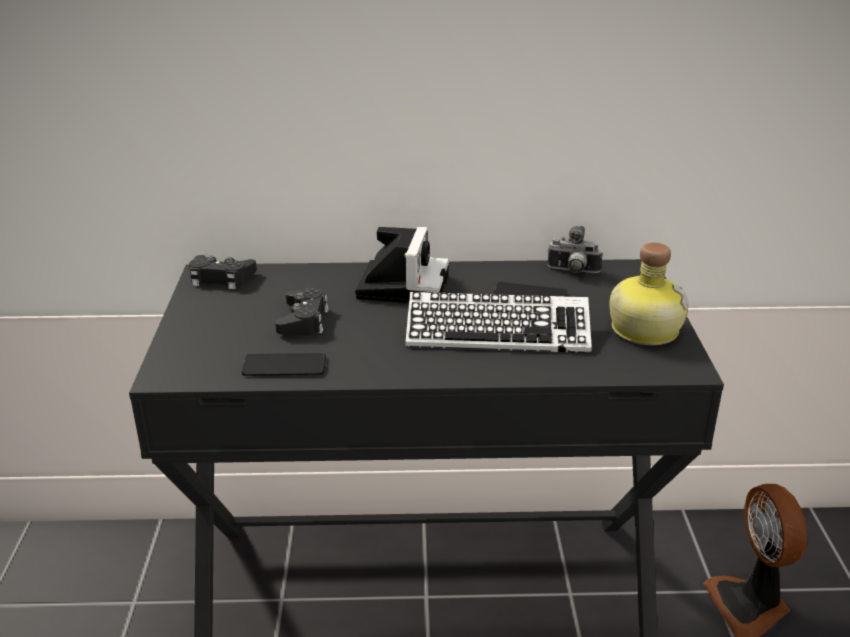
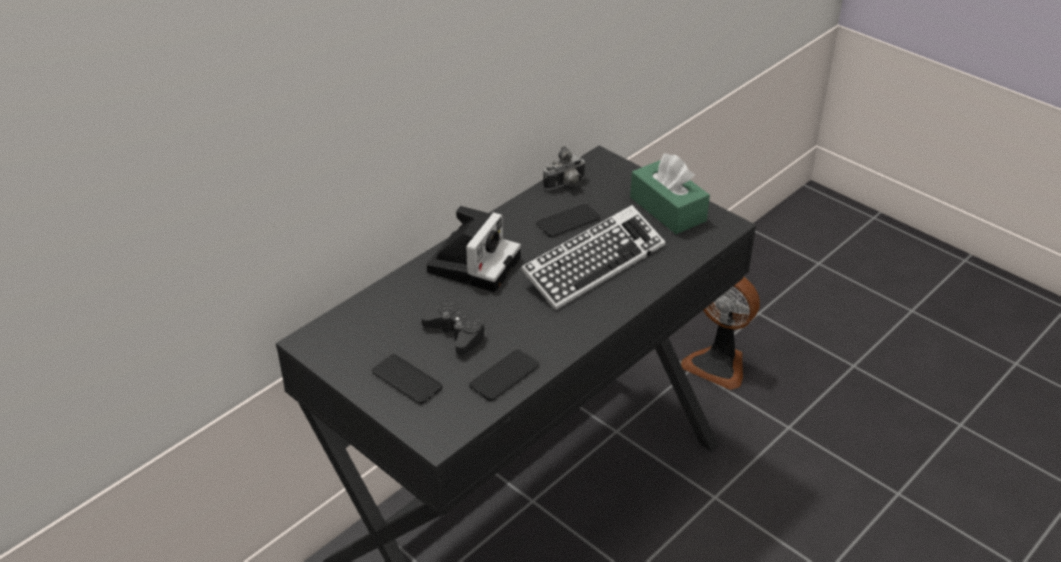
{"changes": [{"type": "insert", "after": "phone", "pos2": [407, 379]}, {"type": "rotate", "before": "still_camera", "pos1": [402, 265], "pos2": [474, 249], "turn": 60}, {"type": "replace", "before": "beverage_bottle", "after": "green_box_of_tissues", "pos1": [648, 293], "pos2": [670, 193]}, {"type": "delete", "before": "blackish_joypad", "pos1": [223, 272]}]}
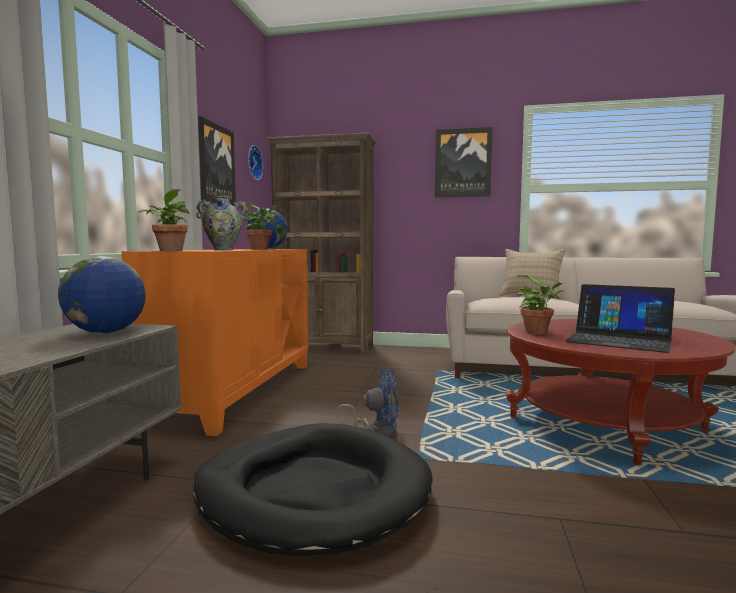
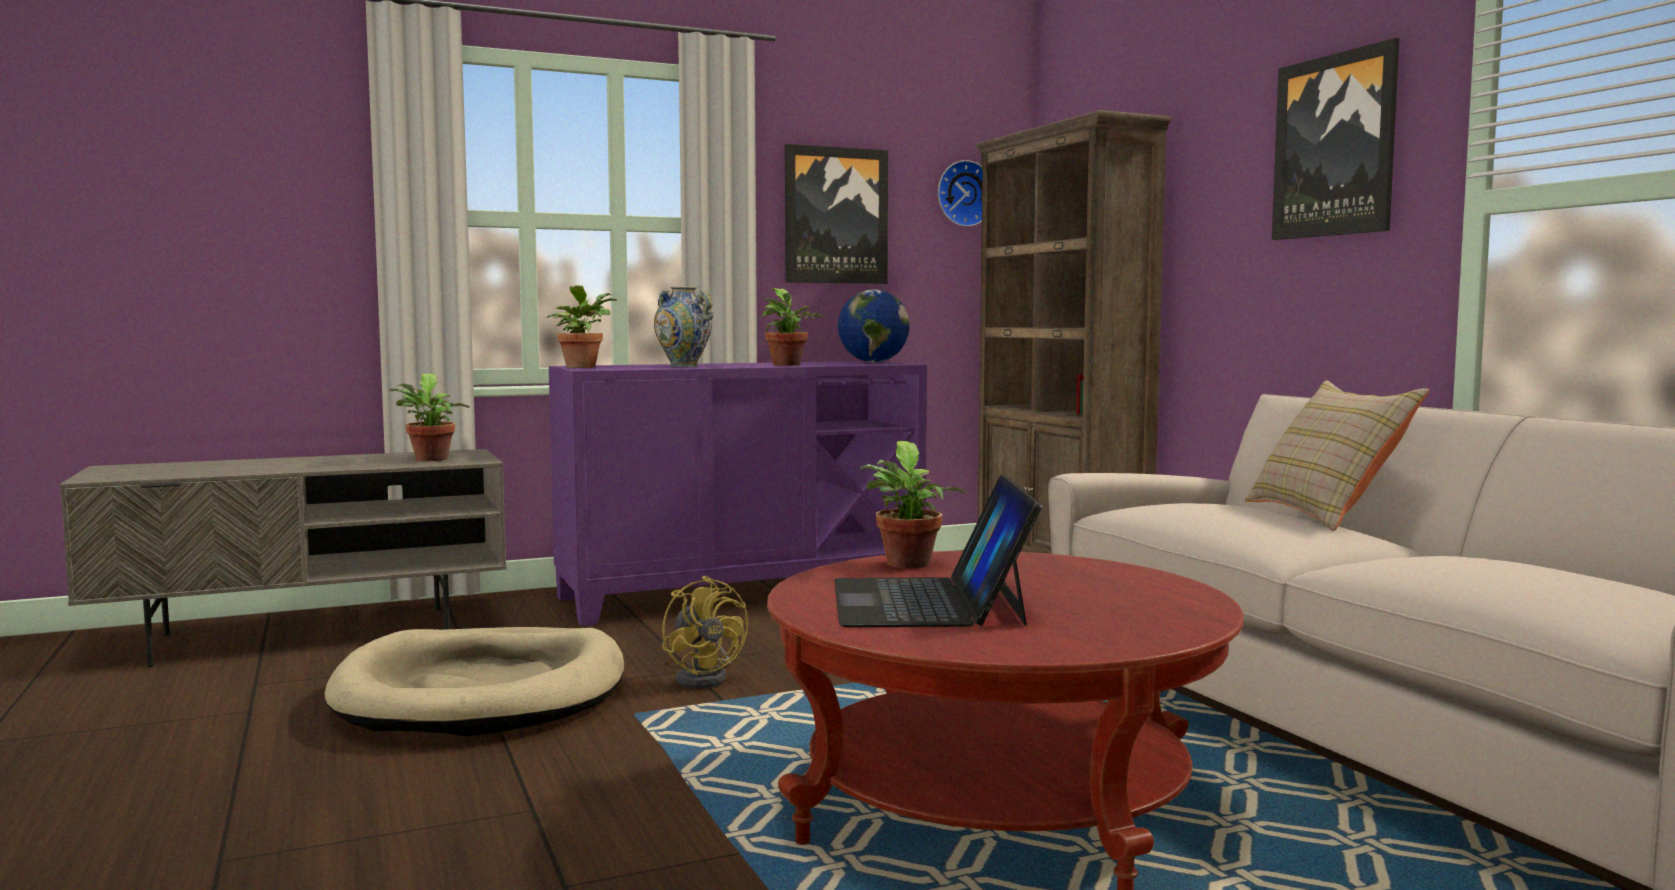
{"changes": [{"type": "recolor", "before": "blackish_pet_bed", "after": "beige_pet_bed", "pos1": [312, 489], "pos2": [474, 682]}, {"type": "replace", "before": "globe", "after": "potted_plant", "pos1": [102, 294], "pos2": [429, 417]}, {"type": "recolor", "before": "orange_cabinet", "after": "purple-coloured_cabinet", "pos1": [214, 342], "pos2": [738, 493]}, {"type": "recolor", "before": "blue_fan", "after": "yellow-coloured_fan", "pos1": [367, 403], "pos2": [705, 632]}]}
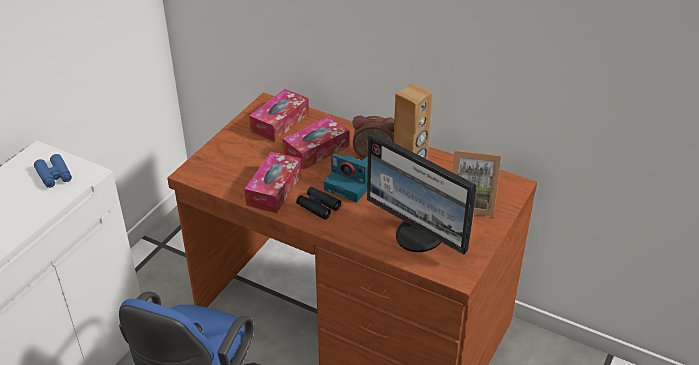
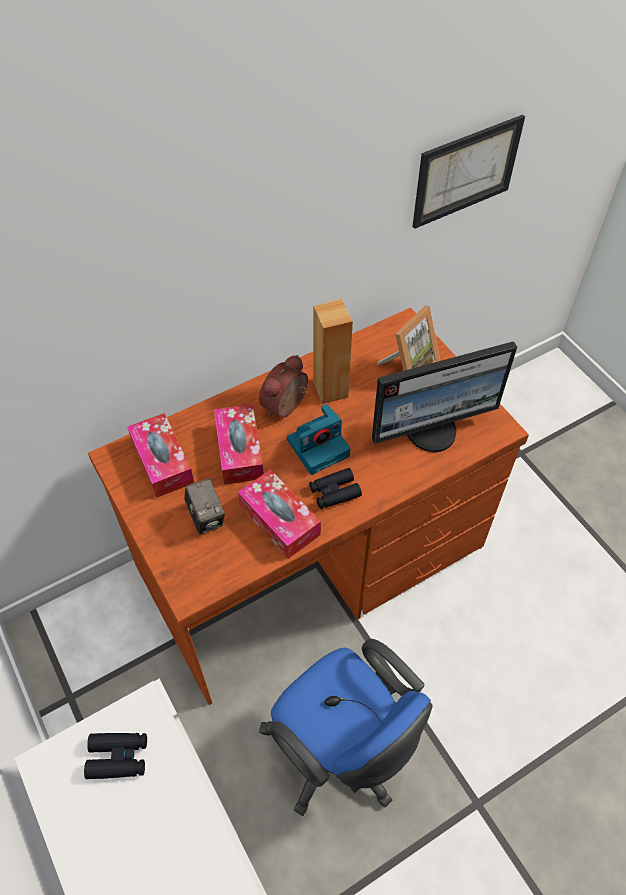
{"changes": [{"type": "recolor", "before": "blue_binoculars", "after": "blackish_binoculars", "pos1": [53, 171], "pos2": [115, 756]}, {"type": "insert", "after": "still_camera", "pos2": [204, 506]}, {"type": "insert", "after": "wall_art", "pos2": [468, 172]}]}
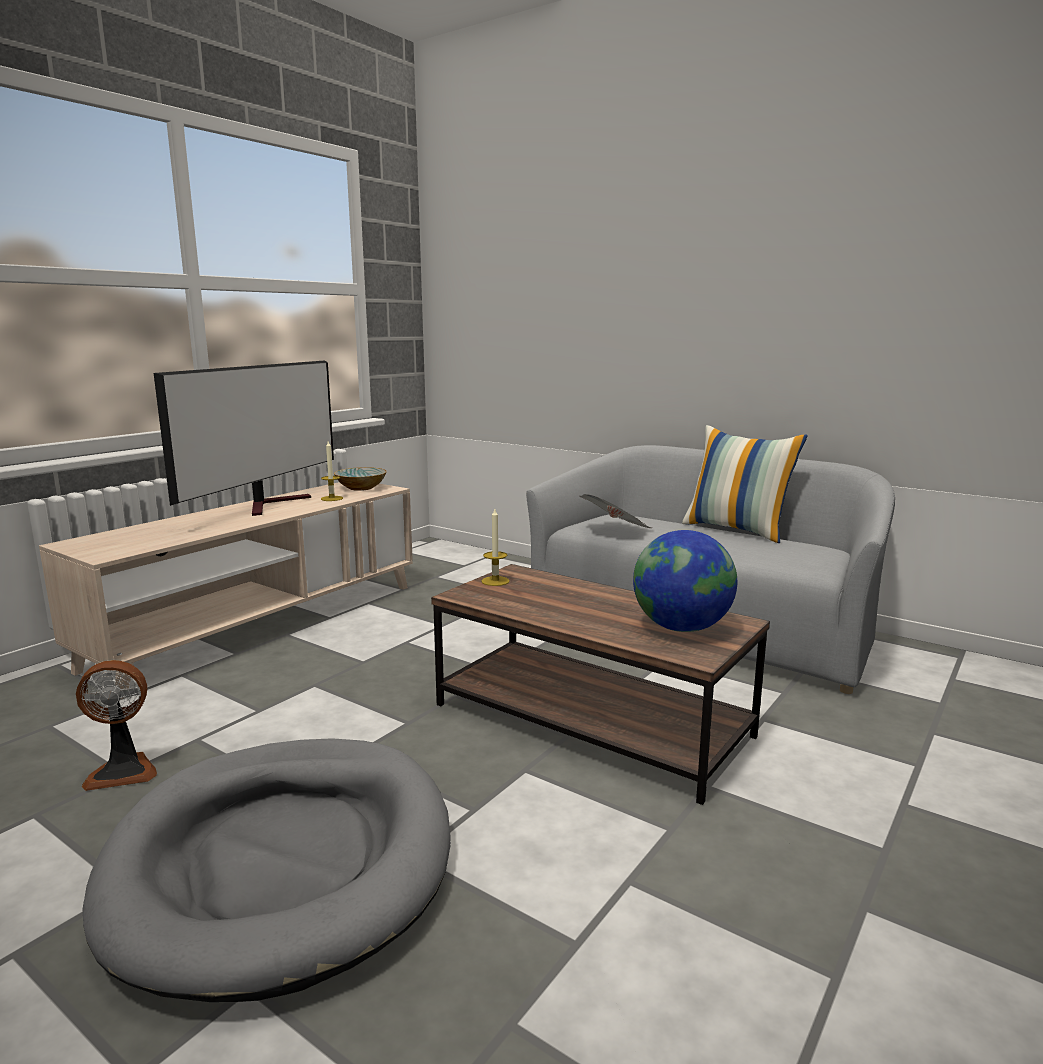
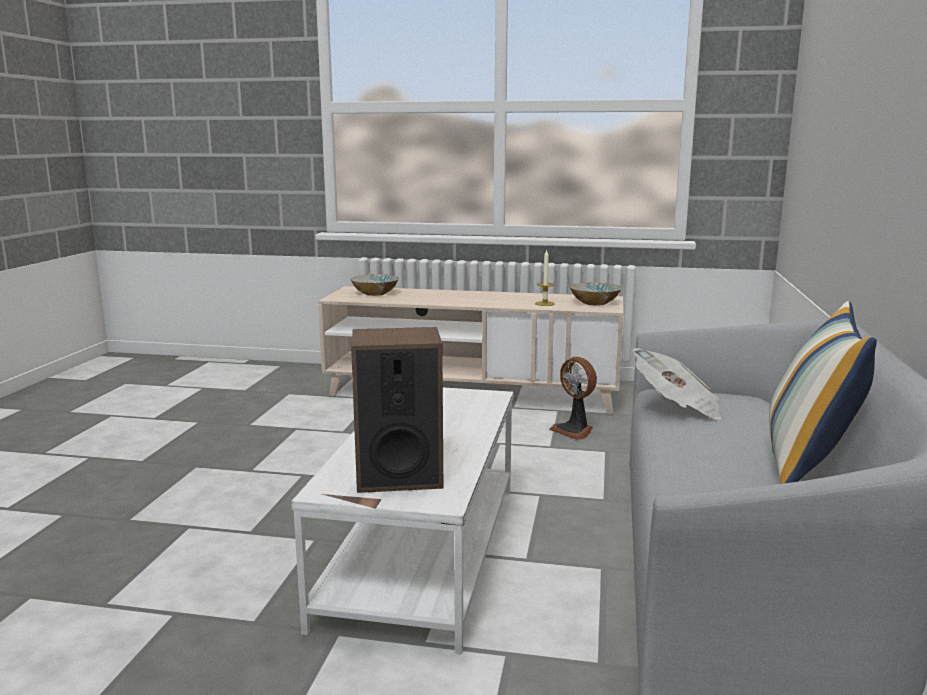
{"changes": [{"type": "recolor", "before": "brownish_low_table", "after": "whitish_low_table", "pos1": [600, 684], "pos2": [402, 520]}, {"type": "insert", "after": "bowl", "pos2": [374, 285]}, {"type": "replace", "before": "globe", "after": "speaker", "pos1": [685, 581], "pos2": [397, 410]}, {"type": "move", "before": "fan", "pos1": [116, 725], "pos2": [573, 398]}, {"type": "delete", "before": "greyish_pet_bed", "pos1": [267, 870]}, {"type": "delete", "before": "TV", "pos1": [244, 438]}, {"type": "delete", "before": "wax_light", "pos1": [495, 547]}]}
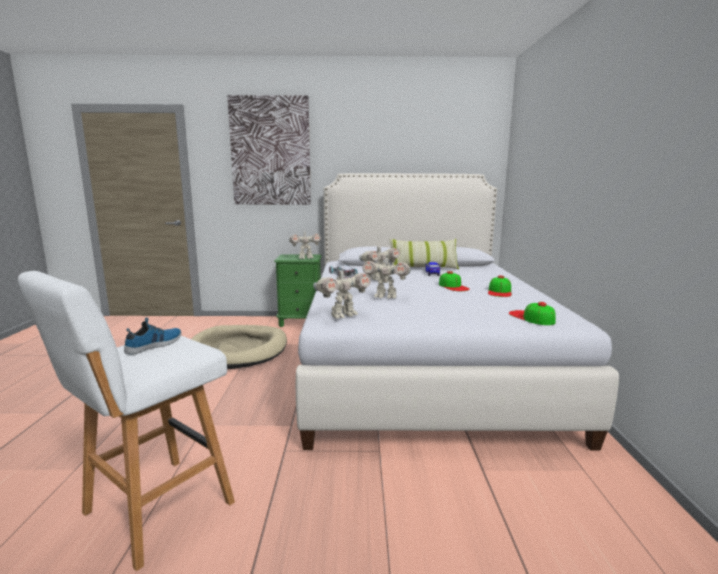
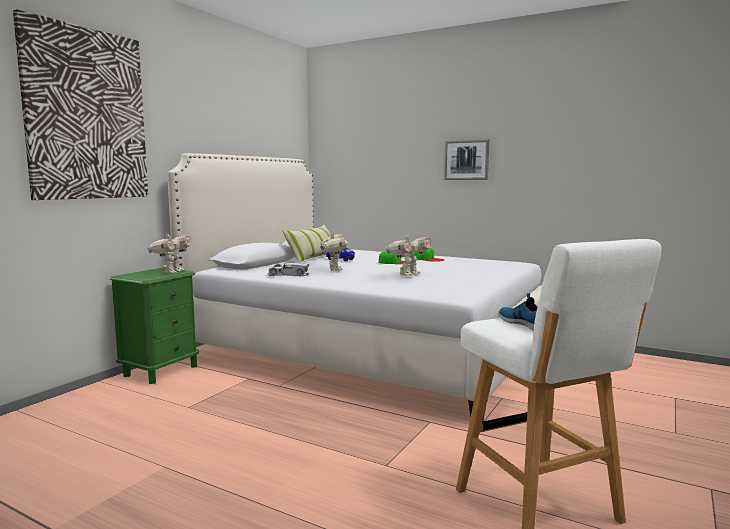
{"changes": [{"type": "insert", "after": "wall_art", "pos2": [467, 159]}, {"type": "delete", "before": "beige_pet_bed", "pos1": [239, 347]}, {"type": "delete", "before": "toy_robot", "pos1": [342, 293]}, {"type": "delete", "before": "peaked_cap", "pos1": [532, 313]}]}
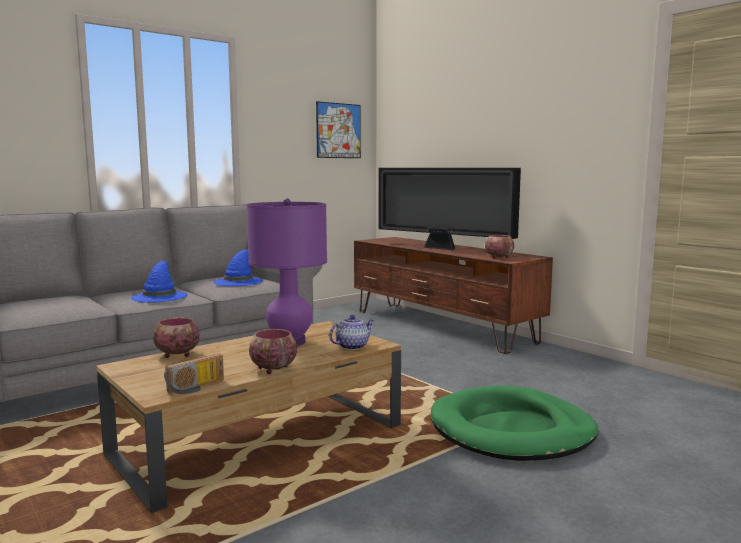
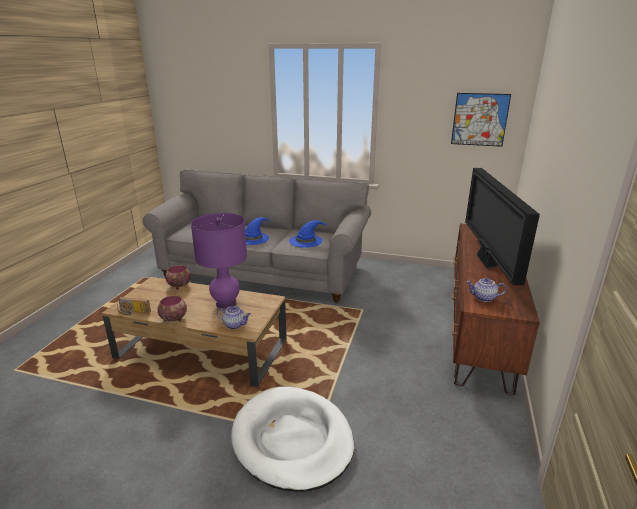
{"changes": [{"type": "recolor", "before": "green_pet_bed", "after": "whitish_pet_bed", "pos1": [514, 423], "pos2": [292, 439]}, {"type": "replace", "before": "bowl", "after": "tea_pot", "pos1": [499, 247], "pos2": [486, 290]}]}
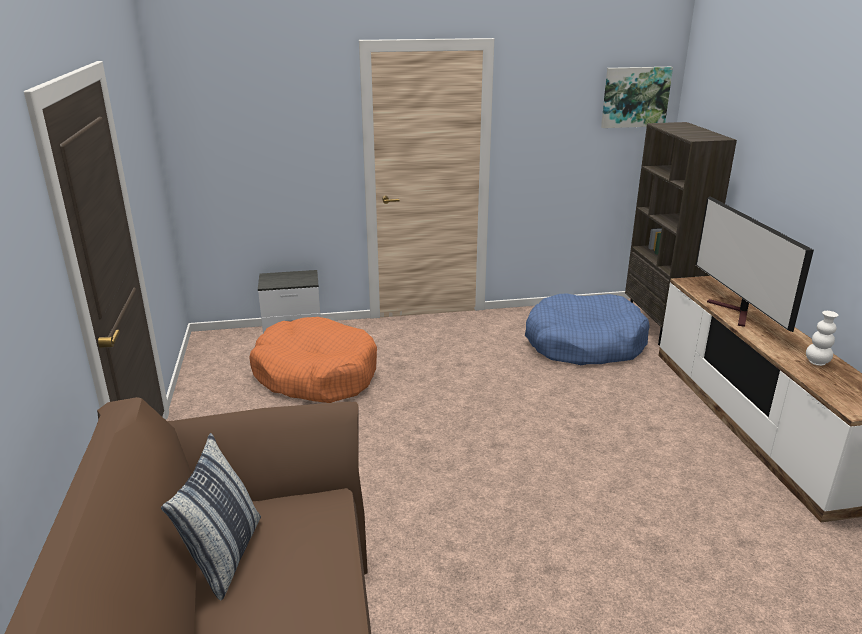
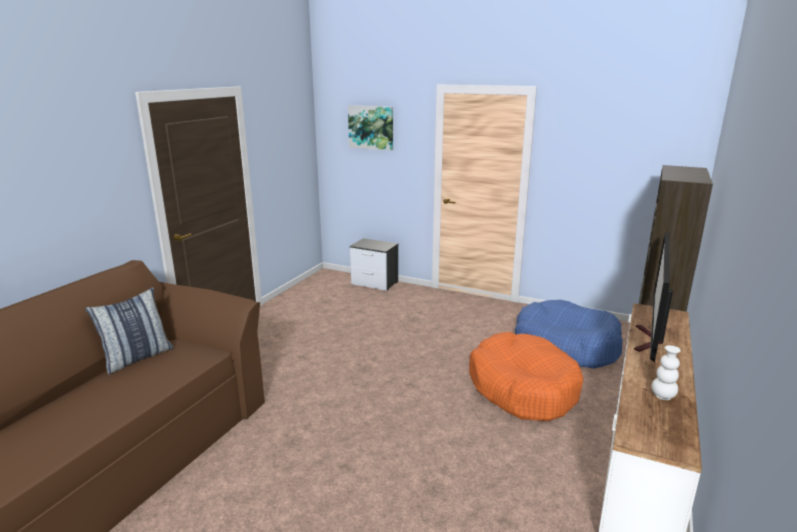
{"changes": [{"type": "move", "before": "wall_art", "pos1": [637, 97], "pos2": [370, 128]}, {"type": "move", "before": "orange_pet_bed", "pos1": [313, 360], "pos2": [526, 376]}]}
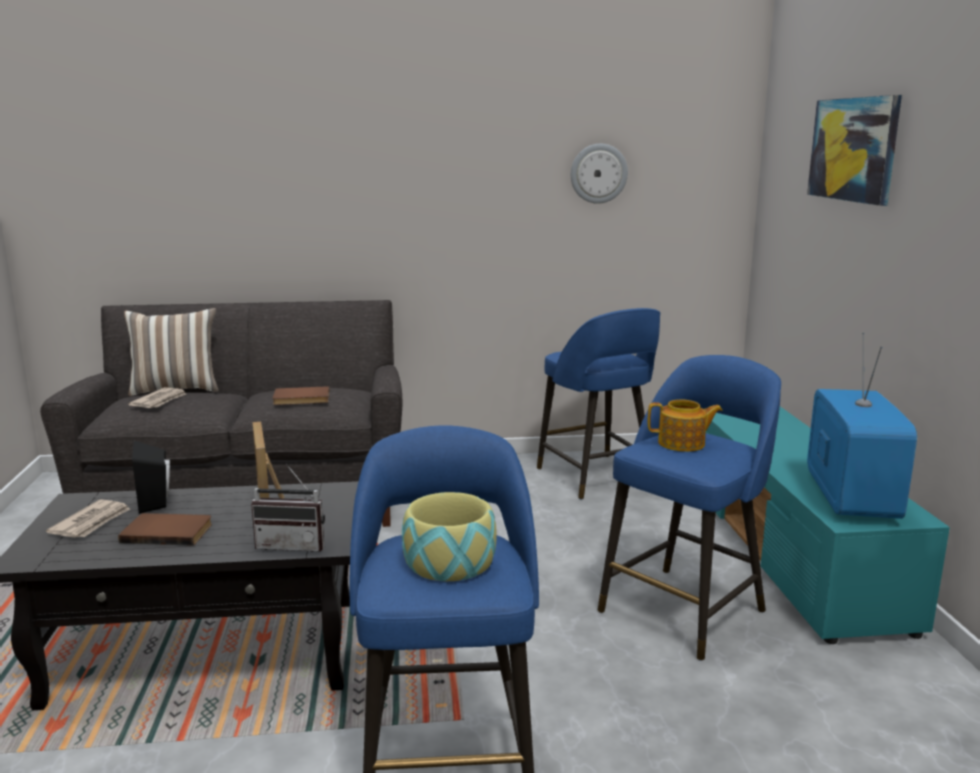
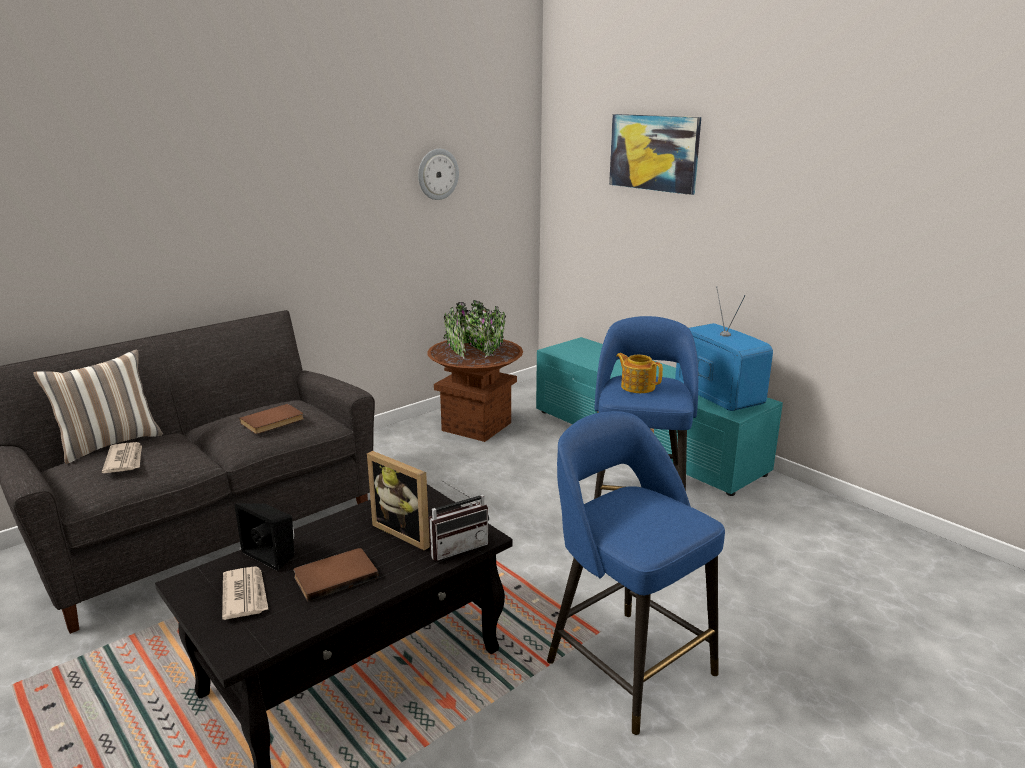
{"changes": [{"type": "replace", "before": "blue_stool", "after": "brownish_flower_pot", "pos1": [598, 403], "pos2": [475, 371]}, {"type": "rotate", "before": "tea_pot", "pos1": [685, 426], "pos2": [639, 373], "turn": -105}, {"type": "delete", "before": "bowl", "pos1": [449, 536]}]}
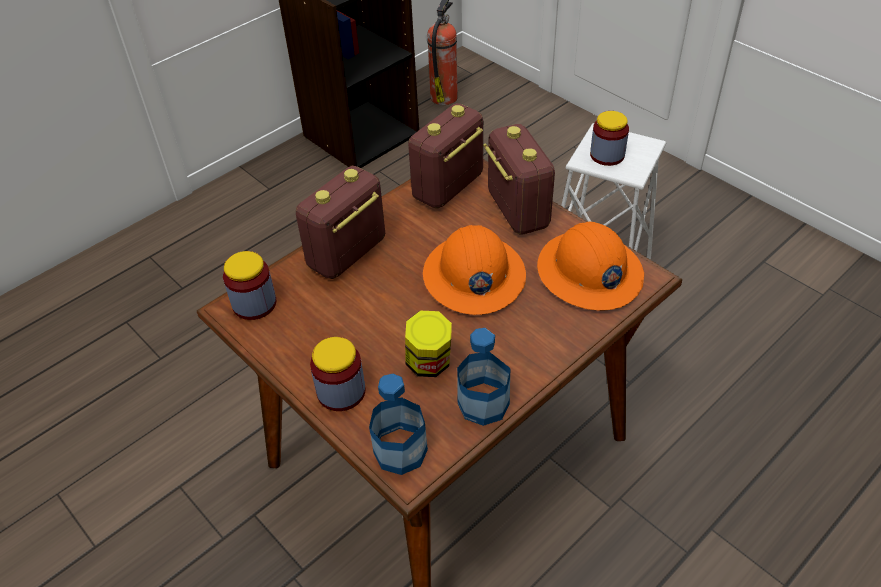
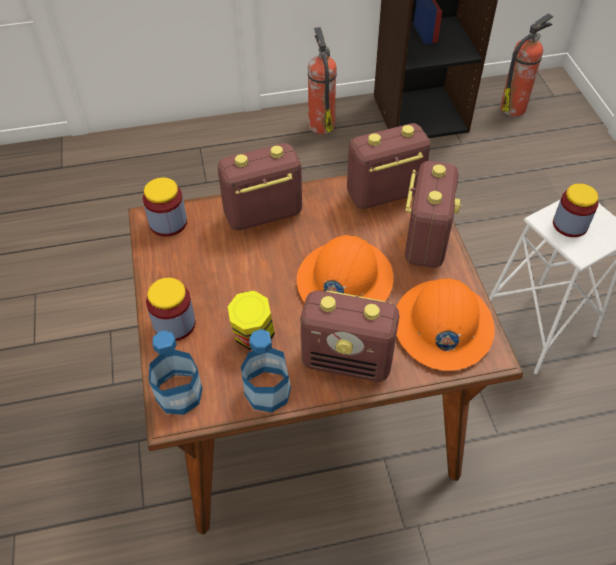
{"changes": [{"type": "insert", "after": "radio", "pos2": [349, 336]}, {"type": "insert", "after": "fire-fighting_cylinder", "pos2": [322, 80]}]}
